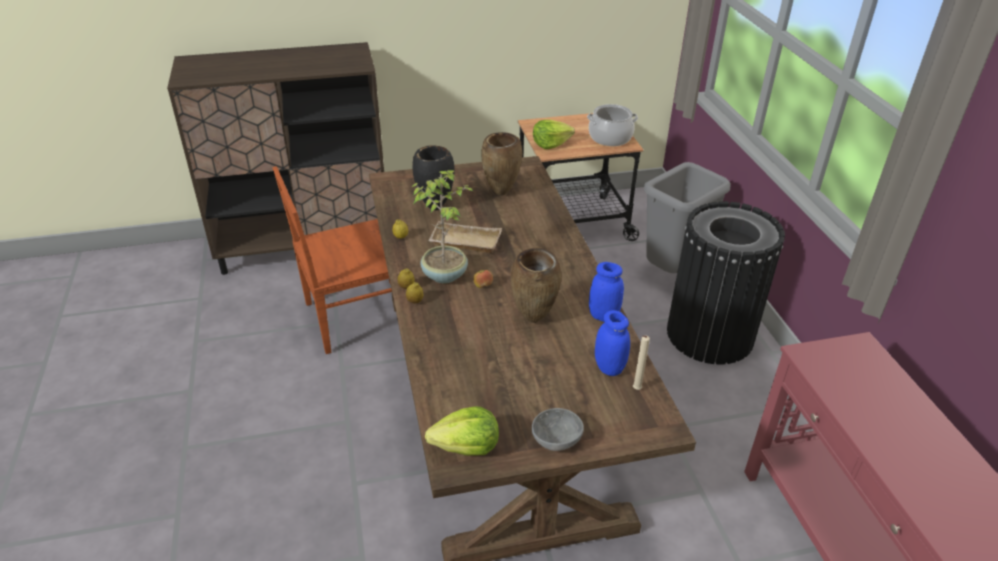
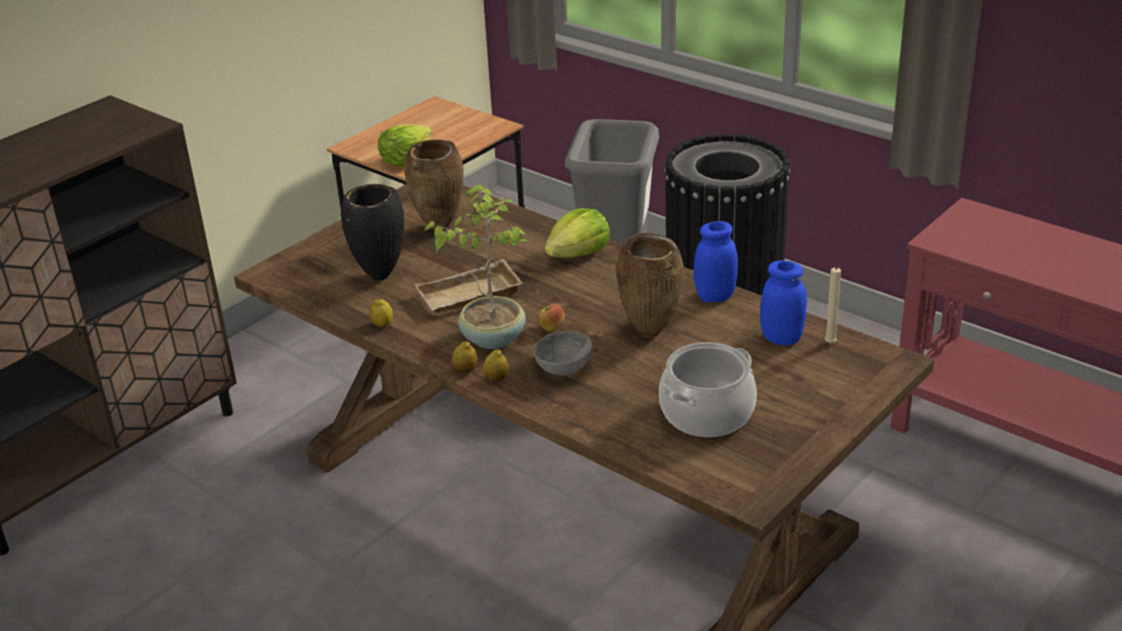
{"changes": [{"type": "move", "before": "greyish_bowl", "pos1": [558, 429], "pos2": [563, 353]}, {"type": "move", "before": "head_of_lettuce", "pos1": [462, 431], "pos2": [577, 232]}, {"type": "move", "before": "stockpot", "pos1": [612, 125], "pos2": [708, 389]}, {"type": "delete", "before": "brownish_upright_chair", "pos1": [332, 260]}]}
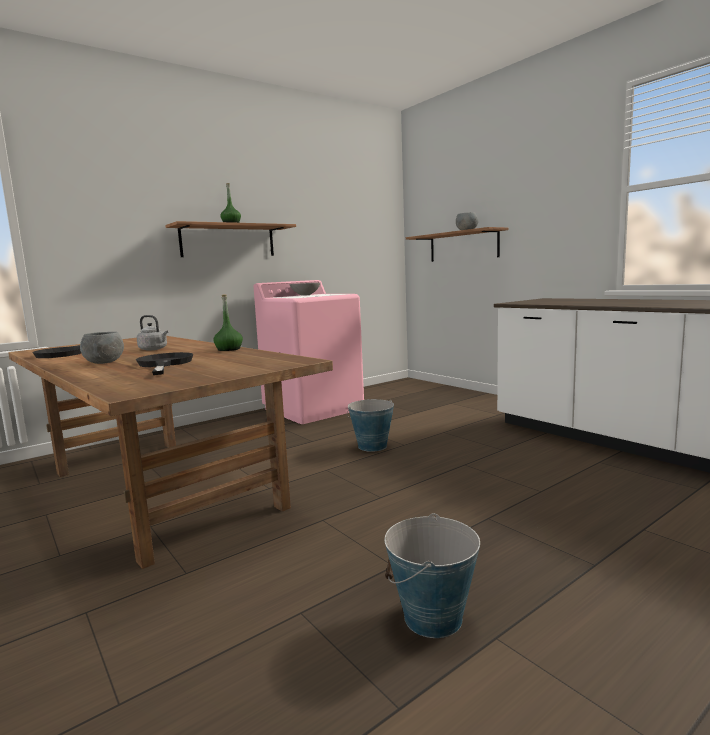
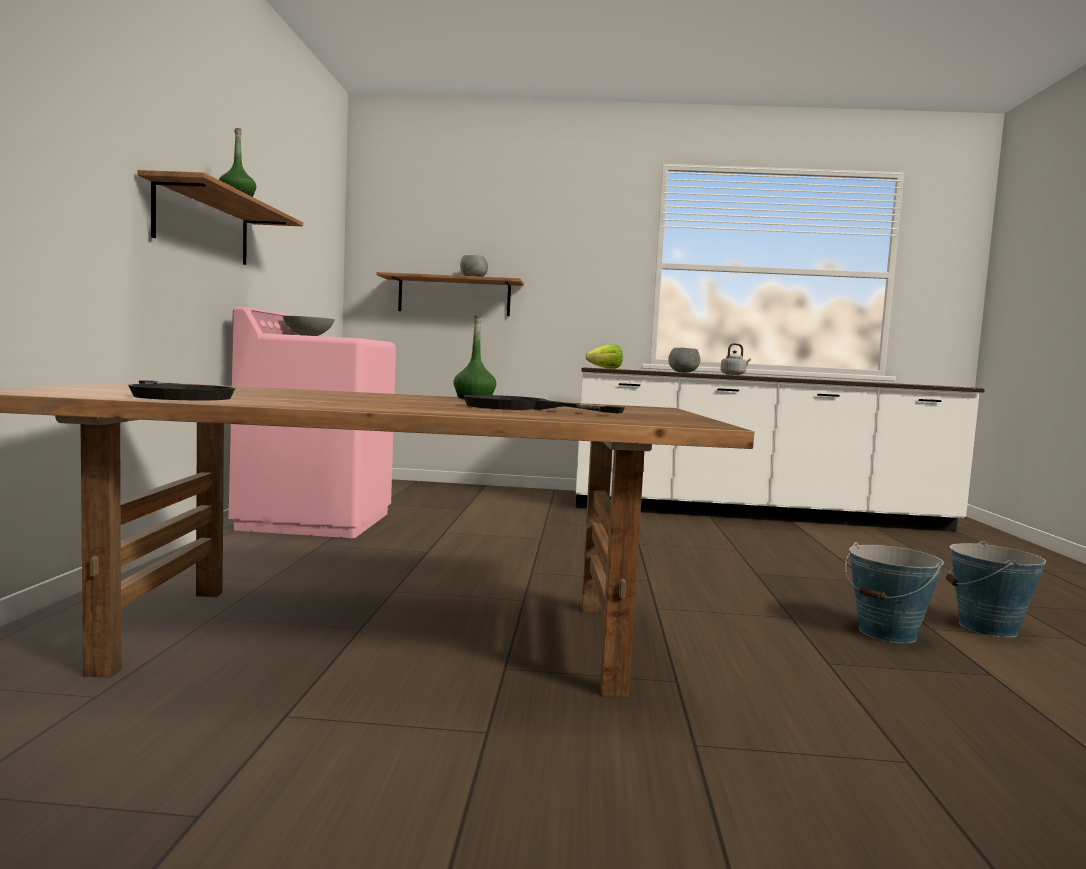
{"changes": [{"type": "insert", "after": "head_of_lettuce", "pos2": [604, 356]}, {"type": "move", "before": "greyish_bowl", "pos1": [102, 348], "pos2": [684, 360]}, {"type": "move", "before": "greyish_kettle", "pos1": [152, 333], "pos2": [735, 359]}, {"type": "move", "before": "water_bucket", "pos1": [370, 425], "pos2": [996, 589]}]}
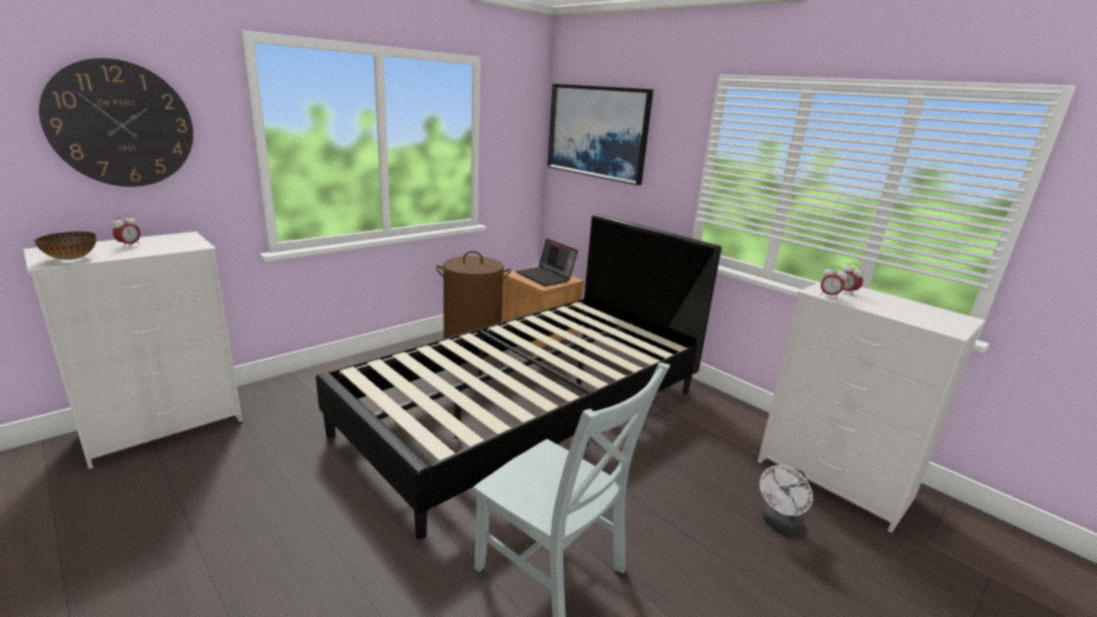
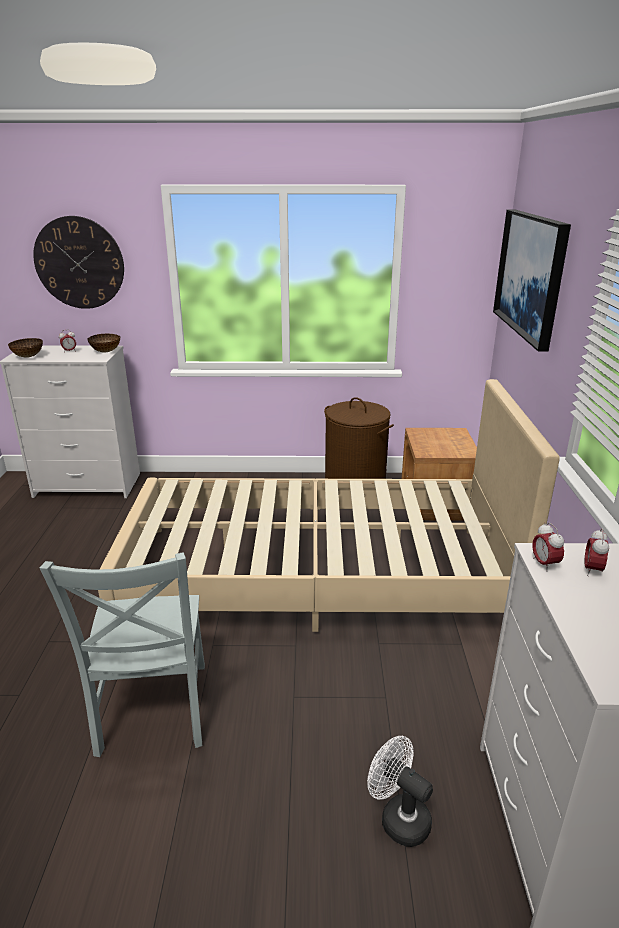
{"changes": [{"type": "insert", "after": "bowl", "pos2": [103, 343]}, {"type": "recolor", "before": "blackish_bedroom_bed", "after": "beige_bedroom_bed", "pos1": [518, 376], "pos2": [329, 505]}, {"type": "rotate", "before": "whitish_fan", "pos1": [786, 499], "pos2": [400, 791], "turn": 45}, {"type": "delete", "before": "laptop", "pos1": [547, 262]}]}
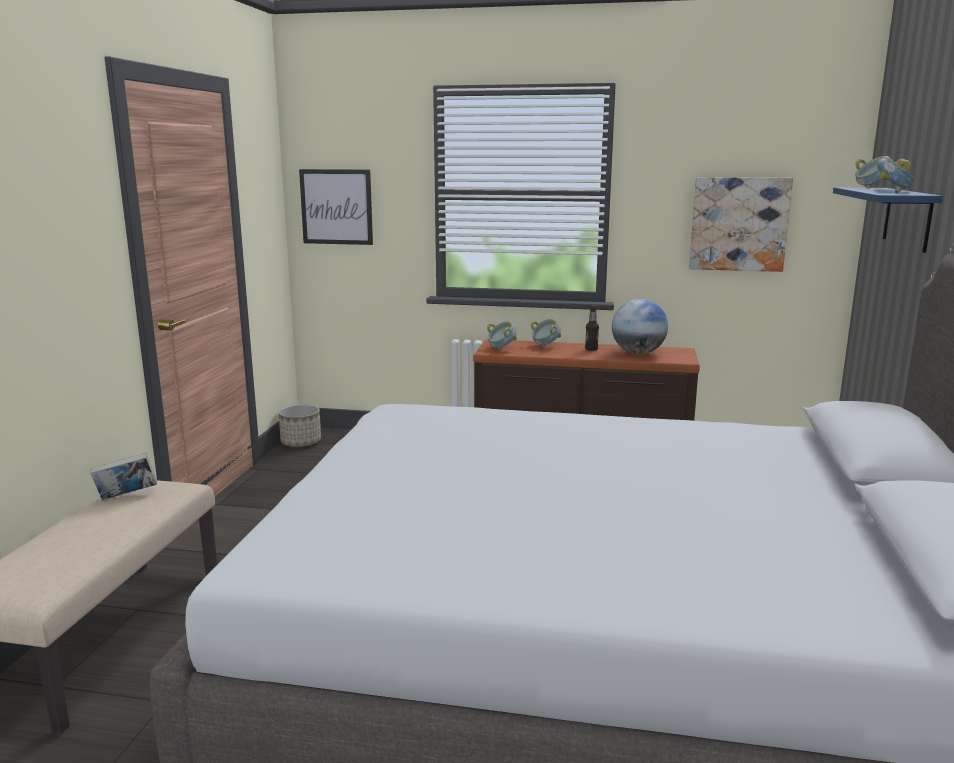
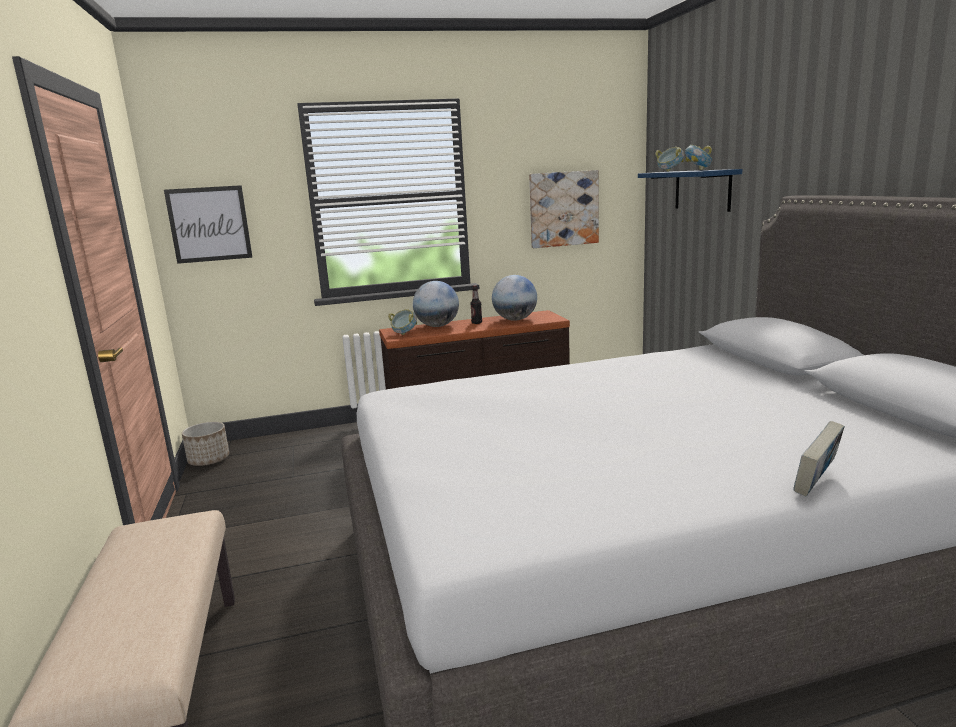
{"changes": [{"type": "replace", "before": "bowl", "after": "globe", "pos1": [546, 333], "pos2": [436, 304]}, {"type": "move", "before": "volume", "pos1": [123, 476], "pos2": [819, 458]}]}
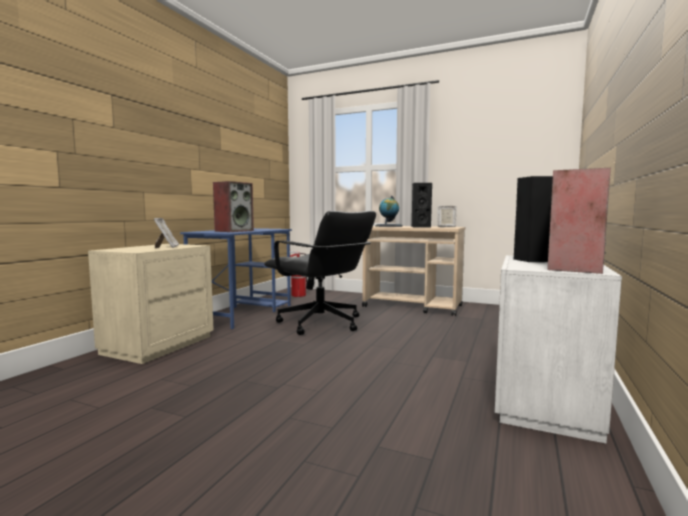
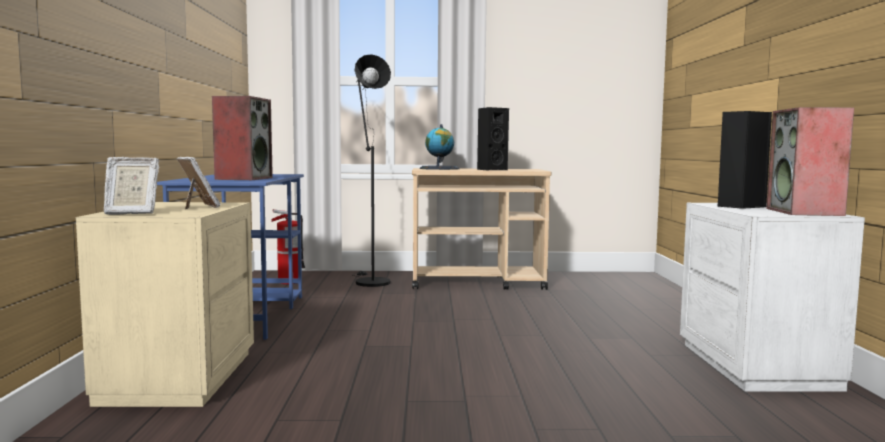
{"changes": [{"type": "move", "before": "photo_frame", "pos1": [447, 216], "pos2": [131, 186]}, {"type": "insert", "after": "blackish_standing_lamp", "pos2": [372, 170]}, {"type": "delete", "before": "blackish_office_chair", "pos1": [320, 272]}]}
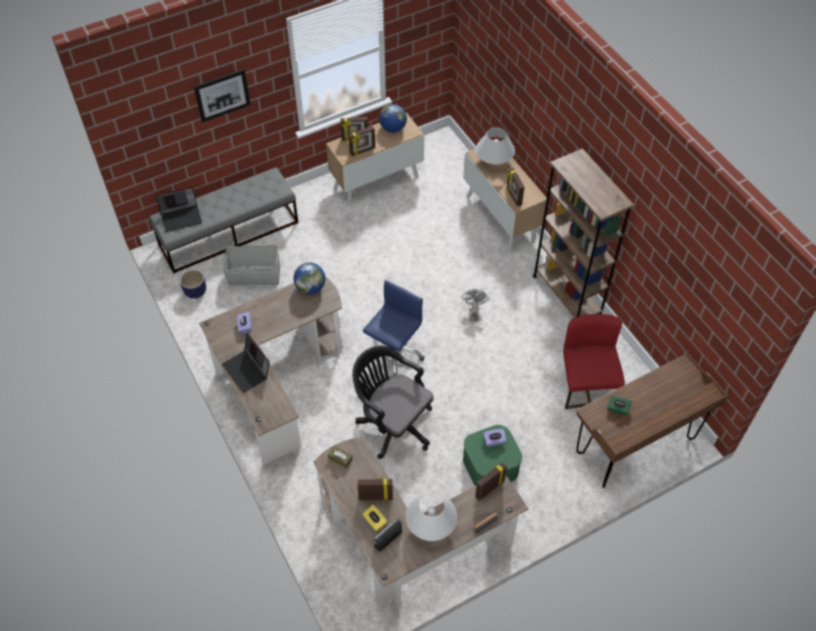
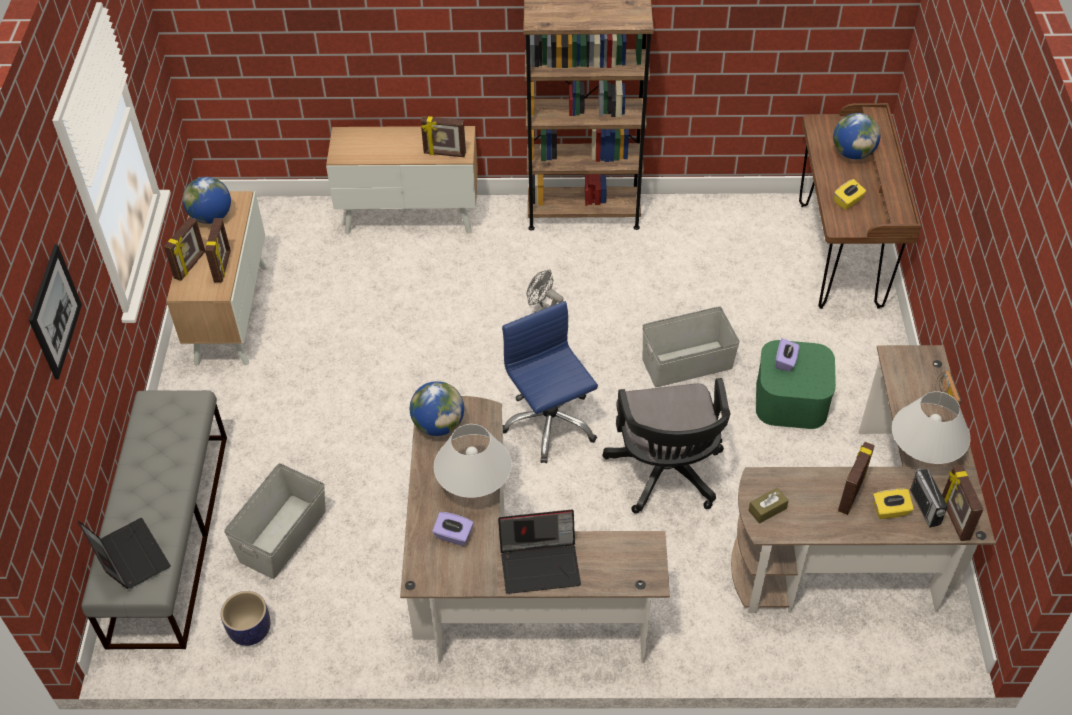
{"changes": [{"type": "rotate", "before": "laptop", "pos1": [178, 209], "pos2": [124, 553], "turn": -45}, {"type": "move", "before": "whitish_tabletop_lamp", "pos1": [495, 145], "pos2": [473, 461]}, {"type": "rotate", "before": "blackish_office_chair", "pos1": [393, 402], "pos2": [667, 446], "turn": -75}, {"type": "insert", "after": "greyish_storage_box", "pos2": [691, 346]}, {"type": "insert", "after": "globe", "pos2": [856, 136]}, {"type": "recolor", "before": "green_box_of_tissues", "after": "yellow-coloured_box_of_tissues", "pos1": [620, 405], "pos2": [850, 194]}, {"type": "move", "before": "photo_frame", "pos1": [491, 481], "pos2": [962, 503]}, {"type": "delete", "before": "red_upright_chair", "pos1": [594, 361]}]}
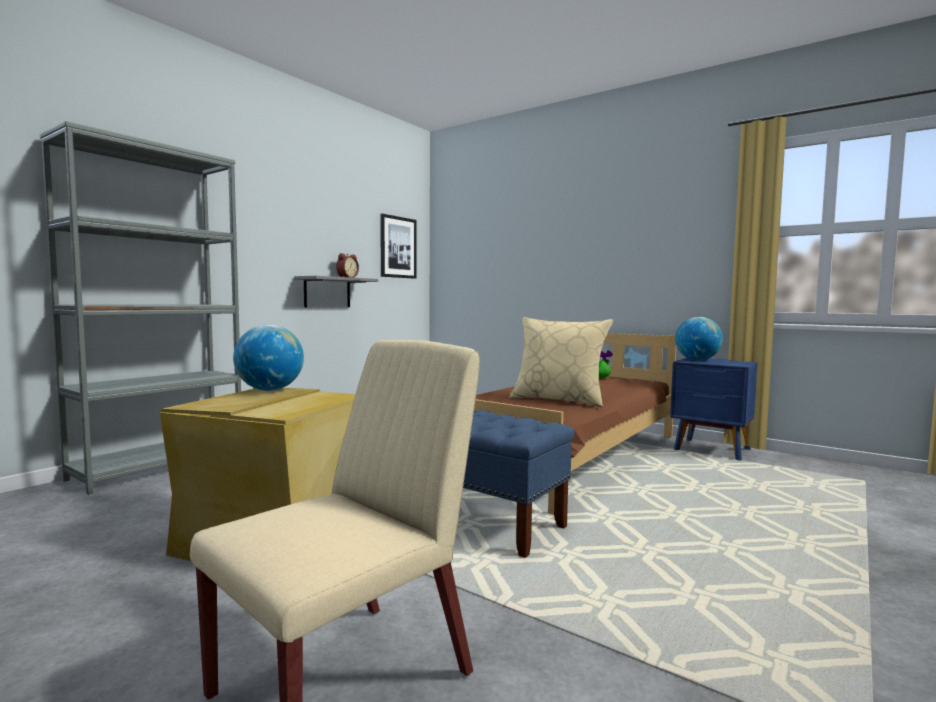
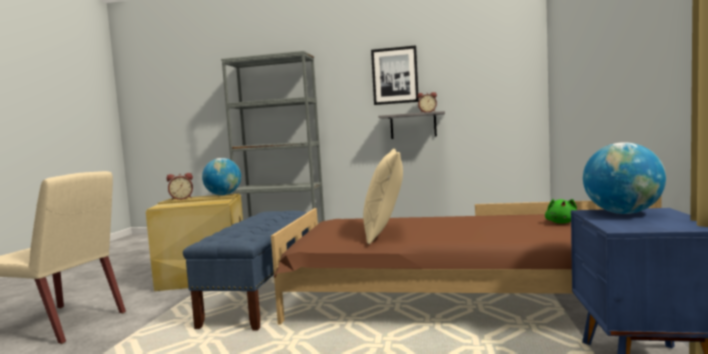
{"changes": [{"type": "insert", "after": "table_clock", "pos2": [179, 186]}, {"type": "move", "before": "wall_art", "pos1": [398, 246], "pos2": [395, 75]}]}
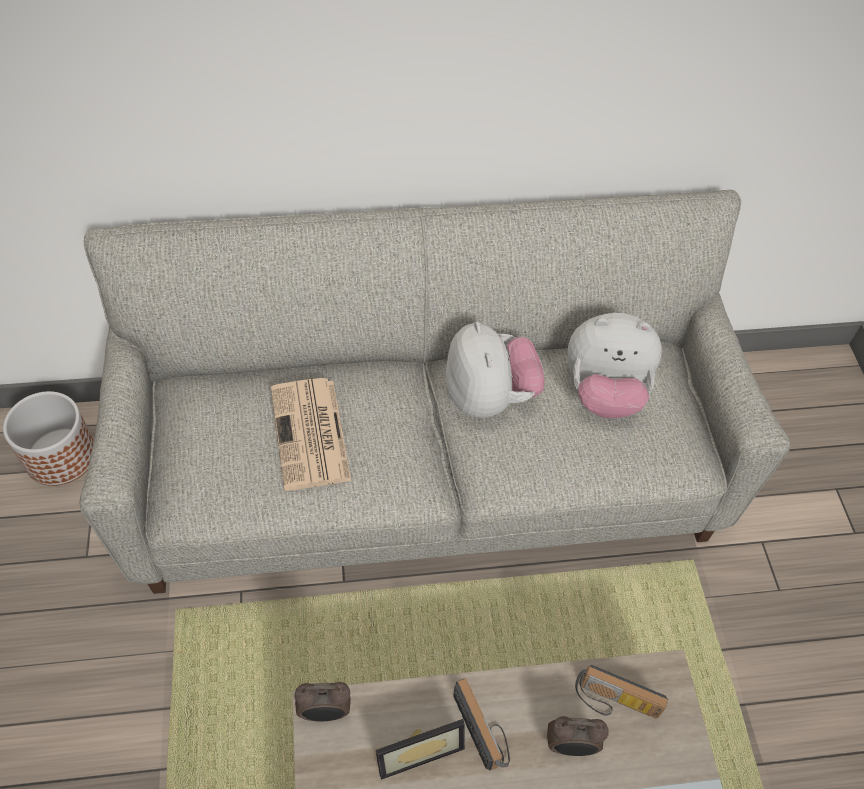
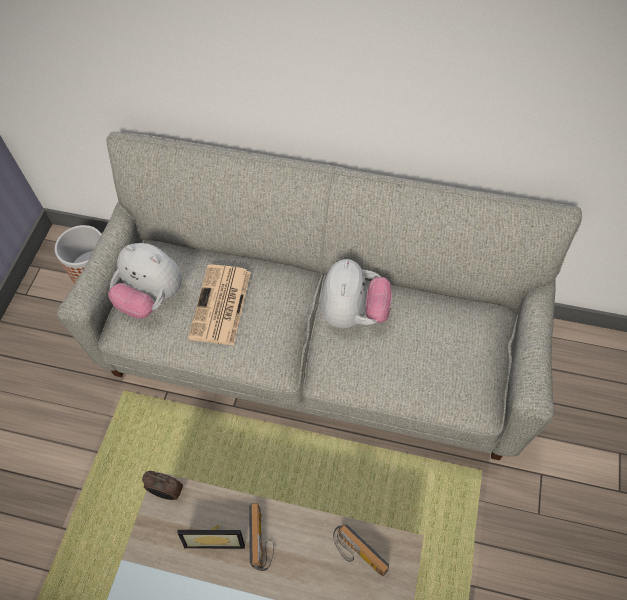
{"changes": [{"type": "move", "before": "soft_toy", "pos1": [614, 365], "pos2": [145, 281]}, {"type": "delete", "before": "table_clock", "pos1": [578, 736]}]}
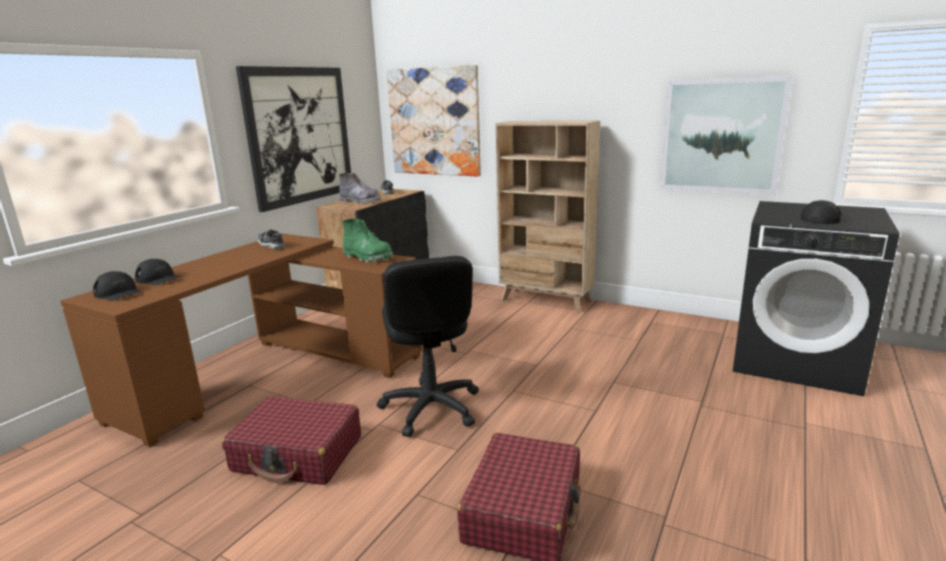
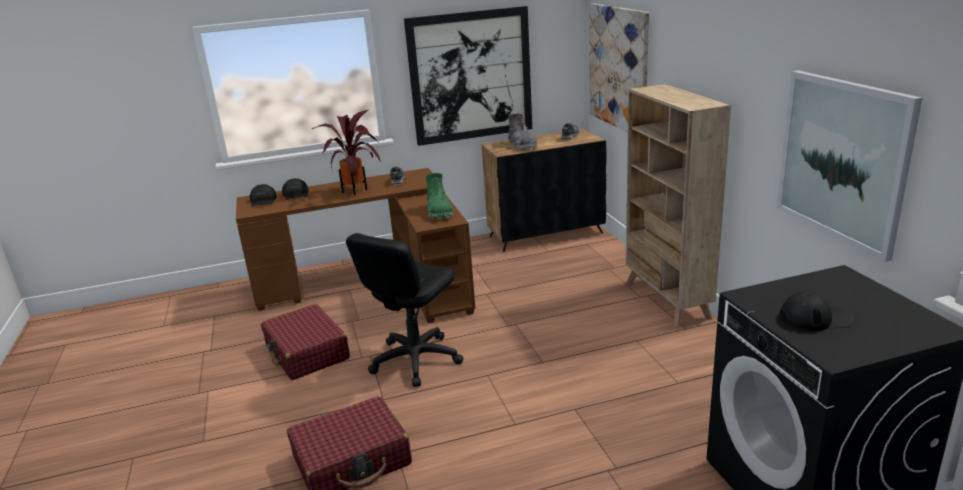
{"changes": [{"type": "insert", "after": "potted_plant", "pos2": [346, 152]}]}
